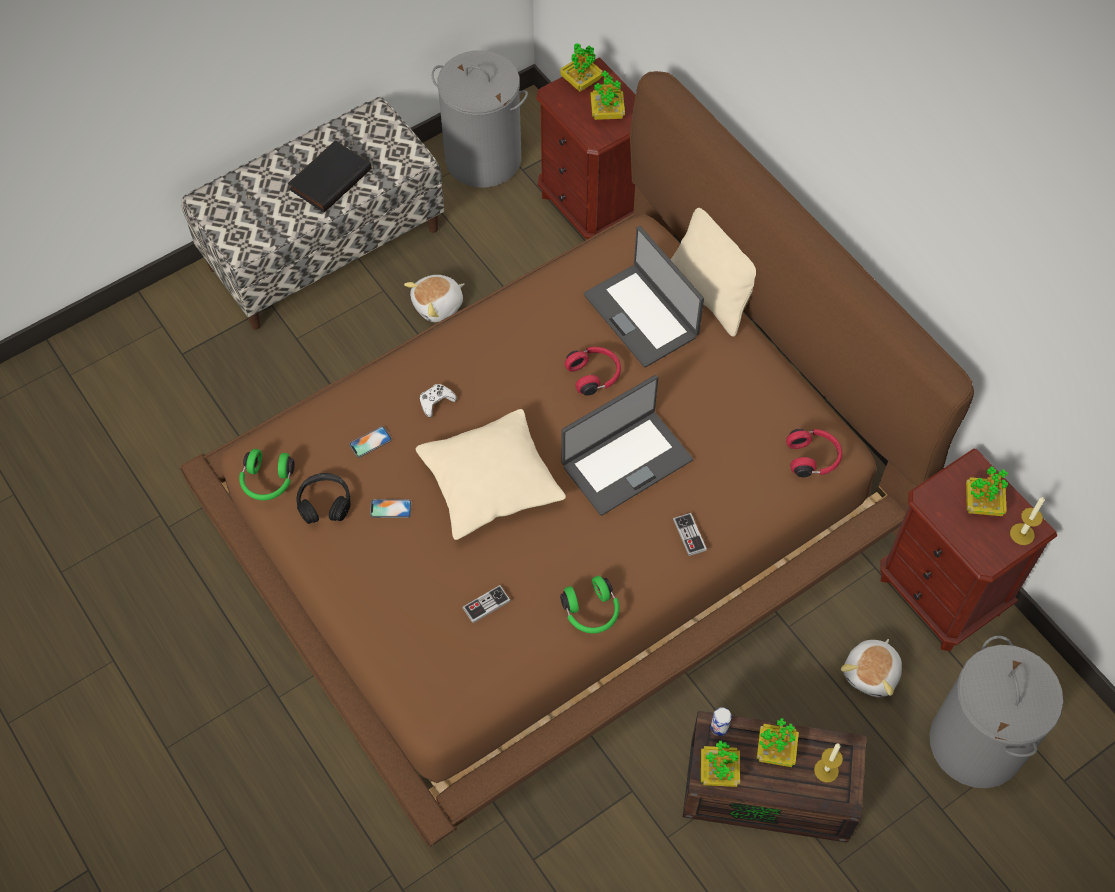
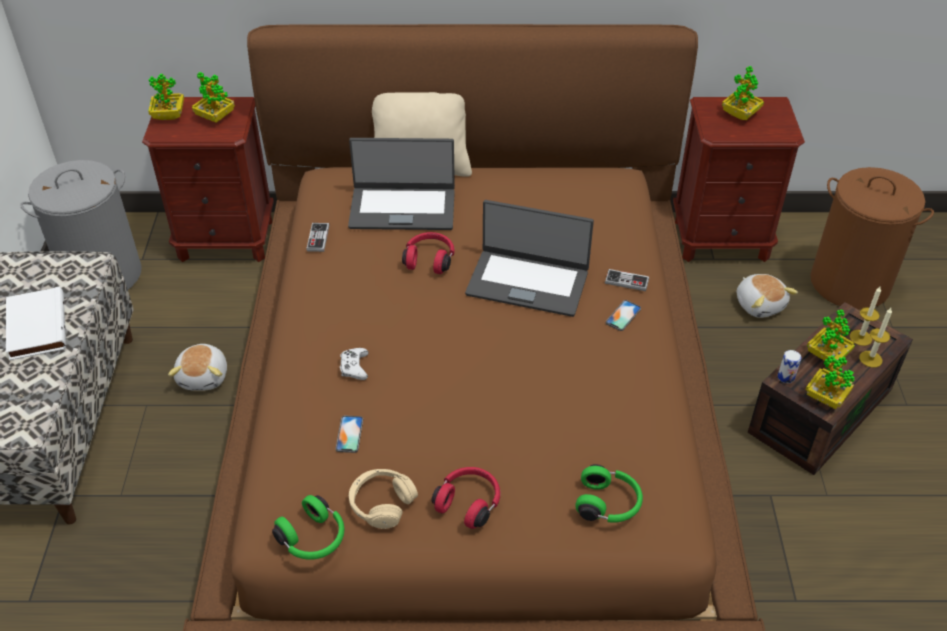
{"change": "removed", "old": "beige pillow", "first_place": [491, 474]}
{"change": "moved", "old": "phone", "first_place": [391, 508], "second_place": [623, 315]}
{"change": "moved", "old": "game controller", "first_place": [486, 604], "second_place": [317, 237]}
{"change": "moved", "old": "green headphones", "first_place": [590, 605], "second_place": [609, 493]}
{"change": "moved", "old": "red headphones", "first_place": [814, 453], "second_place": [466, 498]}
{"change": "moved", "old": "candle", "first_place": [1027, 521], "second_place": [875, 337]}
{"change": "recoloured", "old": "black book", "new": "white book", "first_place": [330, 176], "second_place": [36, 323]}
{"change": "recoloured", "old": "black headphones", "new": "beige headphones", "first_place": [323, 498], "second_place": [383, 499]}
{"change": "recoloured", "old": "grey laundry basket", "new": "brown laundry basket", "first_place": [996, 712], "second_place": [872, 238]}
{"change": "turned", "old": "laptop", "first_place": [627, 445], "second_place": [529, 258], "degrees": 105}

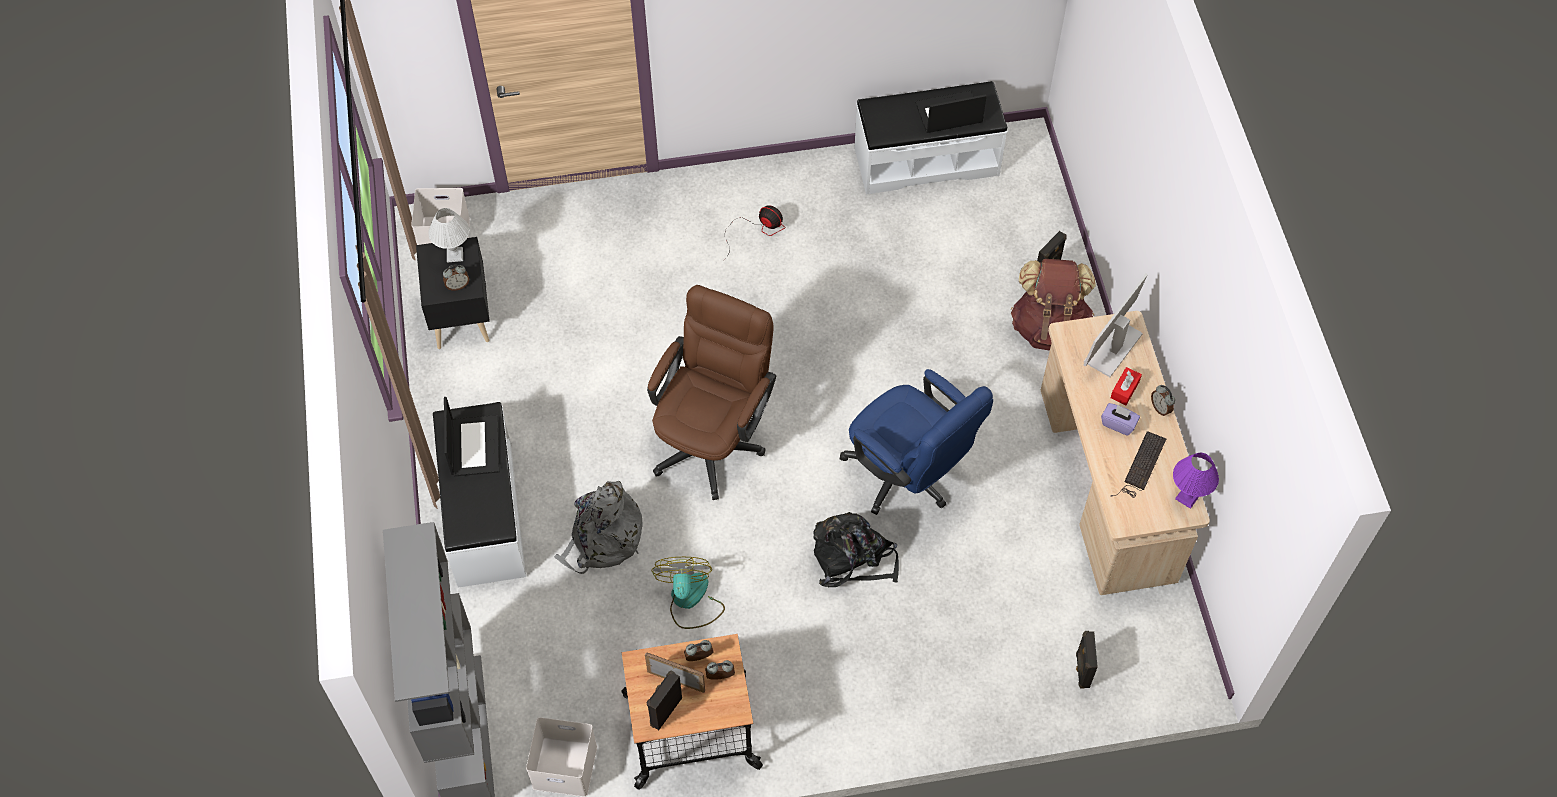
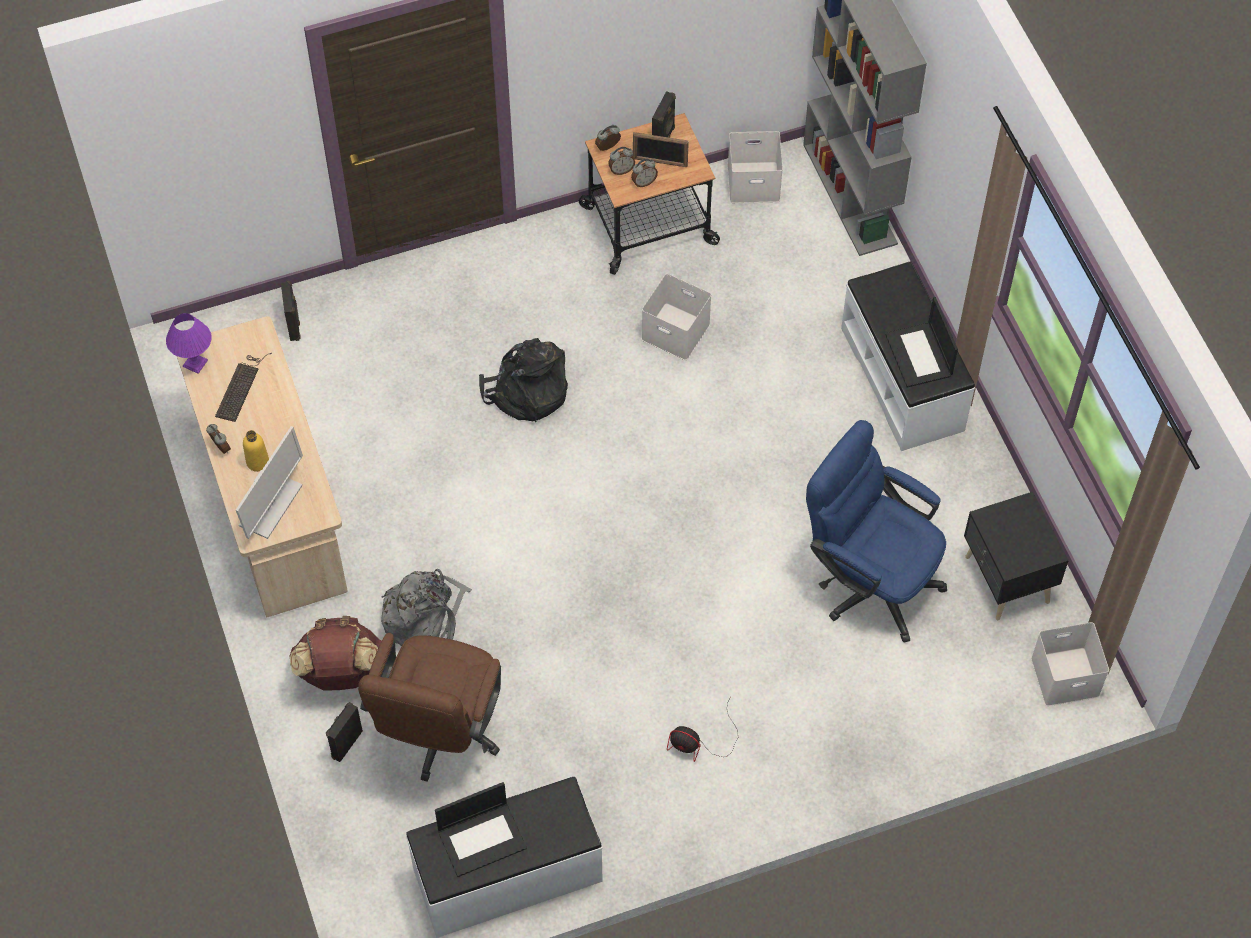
{"change": "removed", "old": "white table lamp", "first_place": [449, 235]}
{"change": "removed", "old": "purple tissue box", "first_place": [1120, 419]}
{"change": "moved", "old": "alarm clock", "first_place": [456, 278], "second_place": [608, 138]}
{"change": "moved", "old": "grey backpack", "first_place": [598, 527], "second_place": [426, 607]}
{"change": "moved", "old": "brown office chair", "first_place": [711, 392], "second_place": [429, 707]}
{"change": "moved", "old": "blue office chair", "first_place": [916, 442], "second_place": [876, 531]}
{"change": "replaced", "old": "fan", "new": "white storage box", "first_place": [688, 593], "second_place": [676, 317]}
{"change": "replaced", "old": "red tissue box", "new": "yellow bottle", "first_place": [1126, 386], "second_place": [256, 451]}

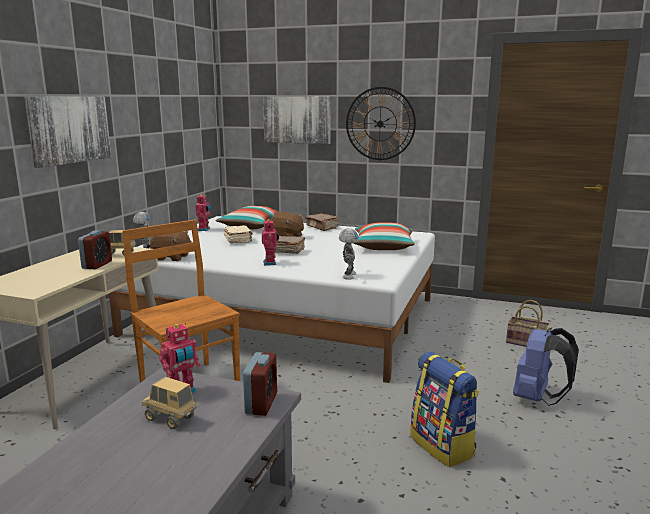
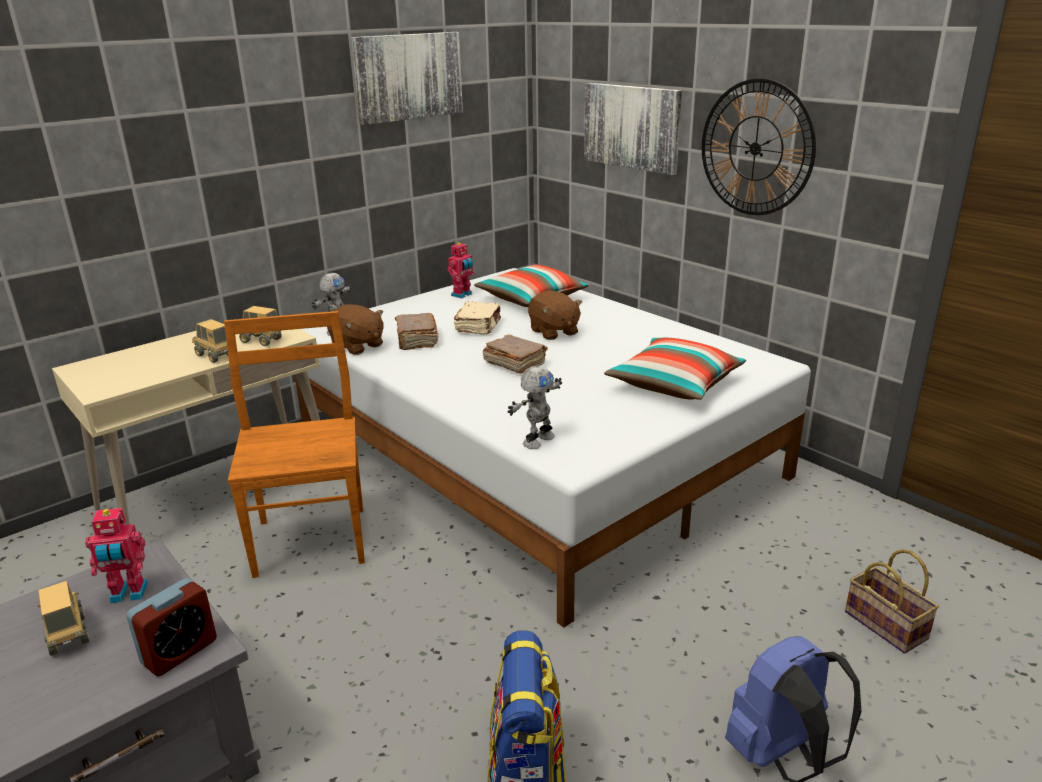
{"change": "removed", "old": "toy robot", "first_place": [270, 242]}
{"change": "moved", "old": "picture", "first_place": [67, 132], "second_place": [407, 78]}
{"change": "moved", "old": "brown book", "first_place": [322, 222], "second_place": [417, 331]}
{"change": "replaced", "old": "alarm clock", "new": "toy truck", "first_place": [95, 249], "second_place": [210, 341]}

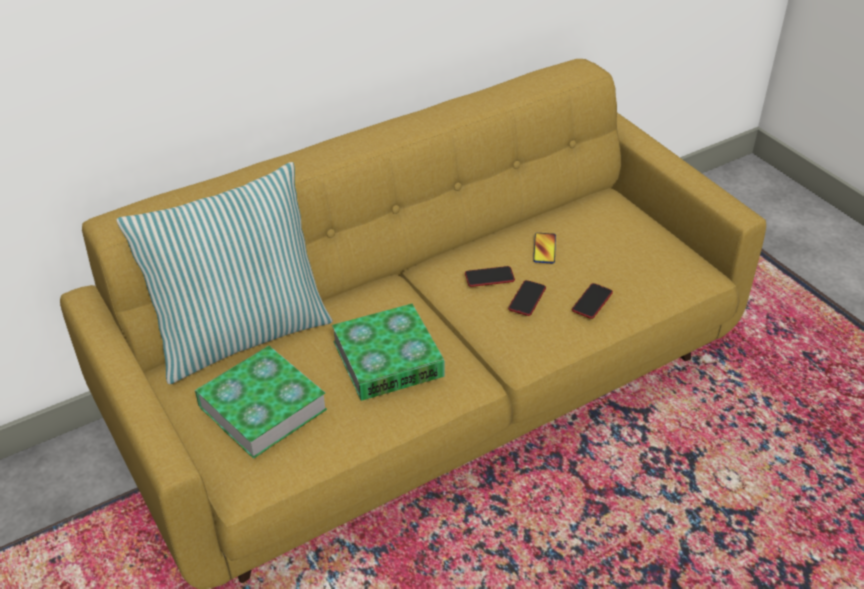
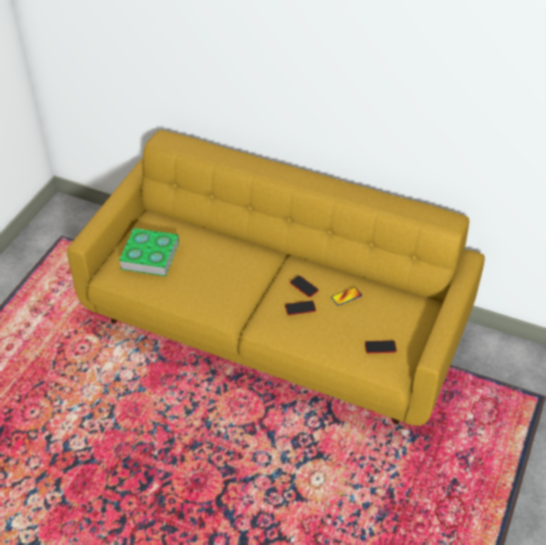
{"change": "removed", "old": "pillow", "first_place": [224, 273]}
{"change": "removed", "old": "book", "first_place": [388, 352]}
{"change": "moved", "old": "phone", "first_place": [592, 301], "second_place": [381, 346]}

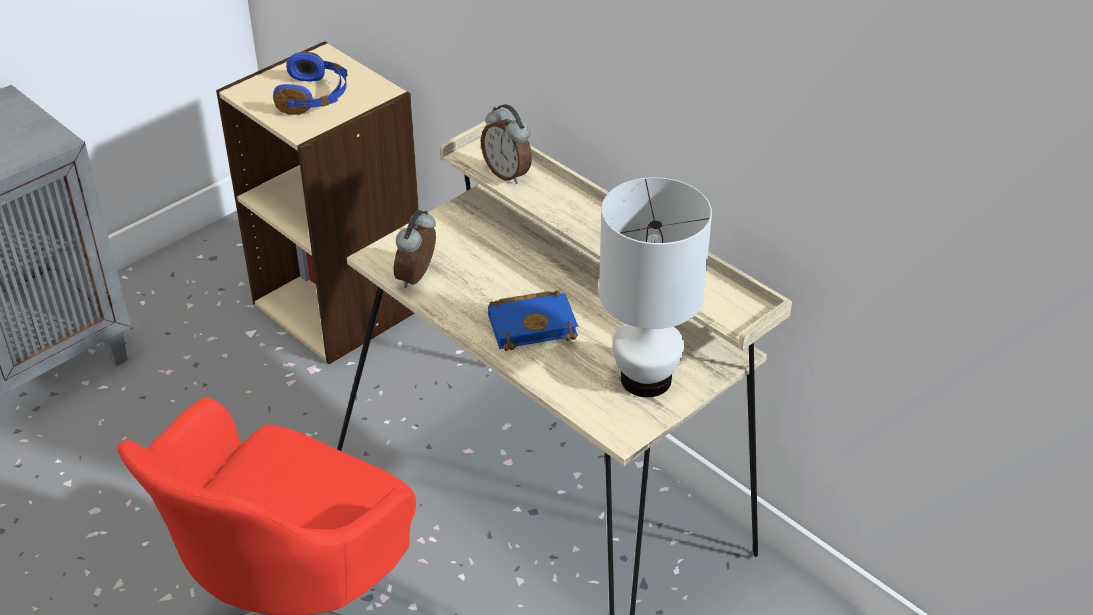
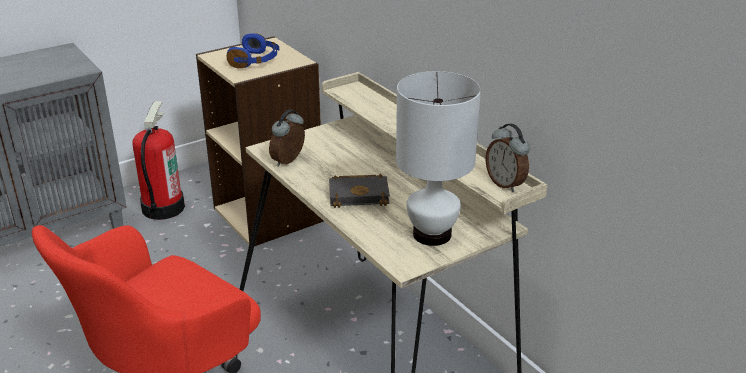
{"change": "added", "new": "fire extinguisher", "second_place": [158, 160]}
{"change": "moved", "old": "alarm clock", "first_place": [506, 144], "second_place": [507, 157]}
{"change": "recoloured", "old": "blue book", "new": "black book", "first_place": [533, 321], "second_place": [359, 191]}

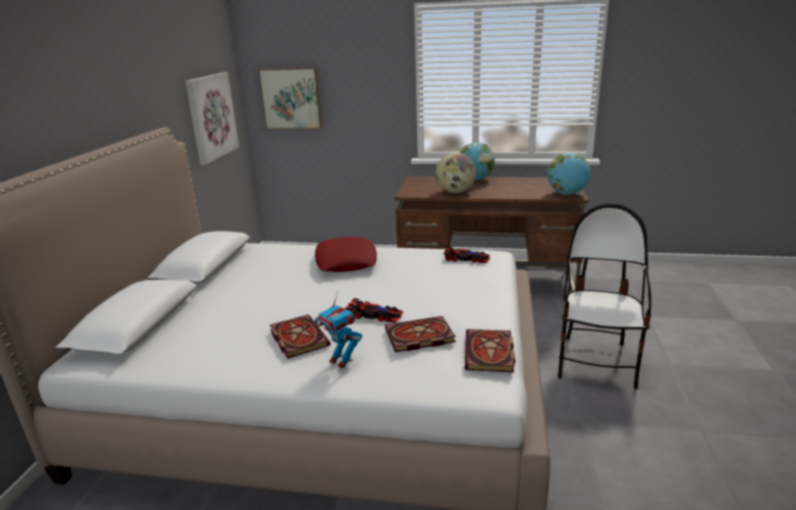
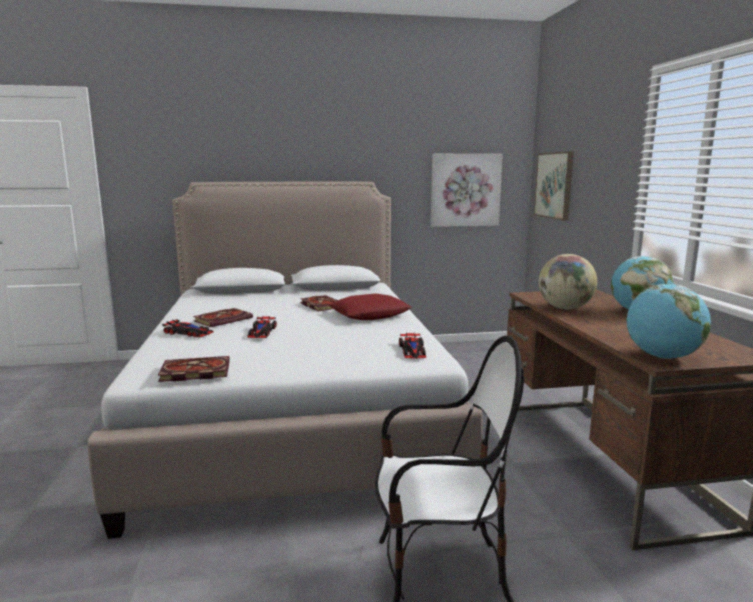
{"change": "moved", "old": "book", "first_place": [420, 334], "second_place": [319, 303]}
{"change": "replaced", "old": "toy robot", "new": "toy car", "first_place": [338, 330], "second_place": [188, 328]}

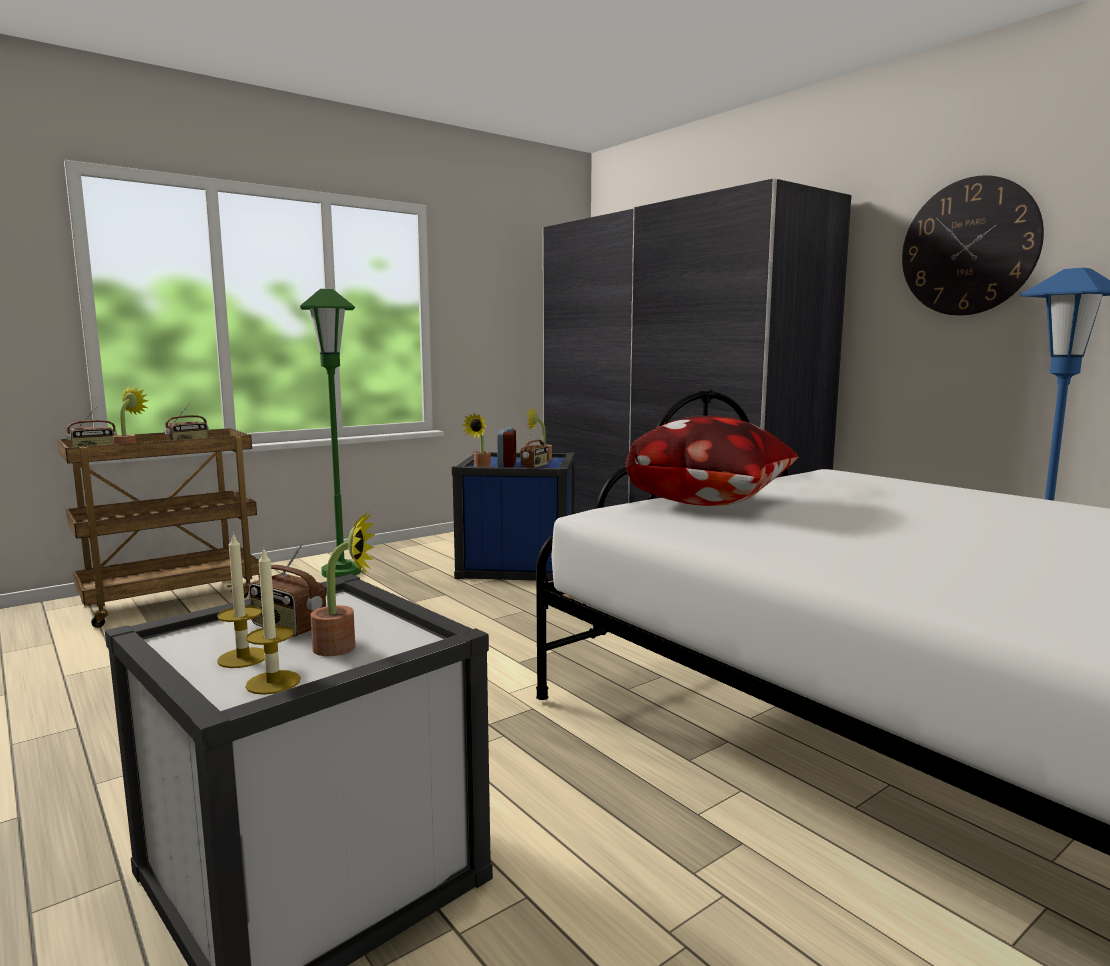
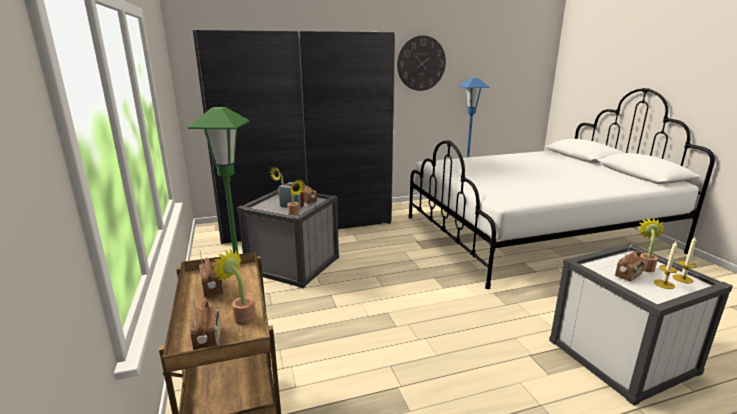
{"change": "removed", "old": "pillow", "first_place": [712, 461]}
{"change": "recoloured", "old": "blue storage box", "new": "grey storage box", "first_place": [513, 516], "second_place": [288, 238]}

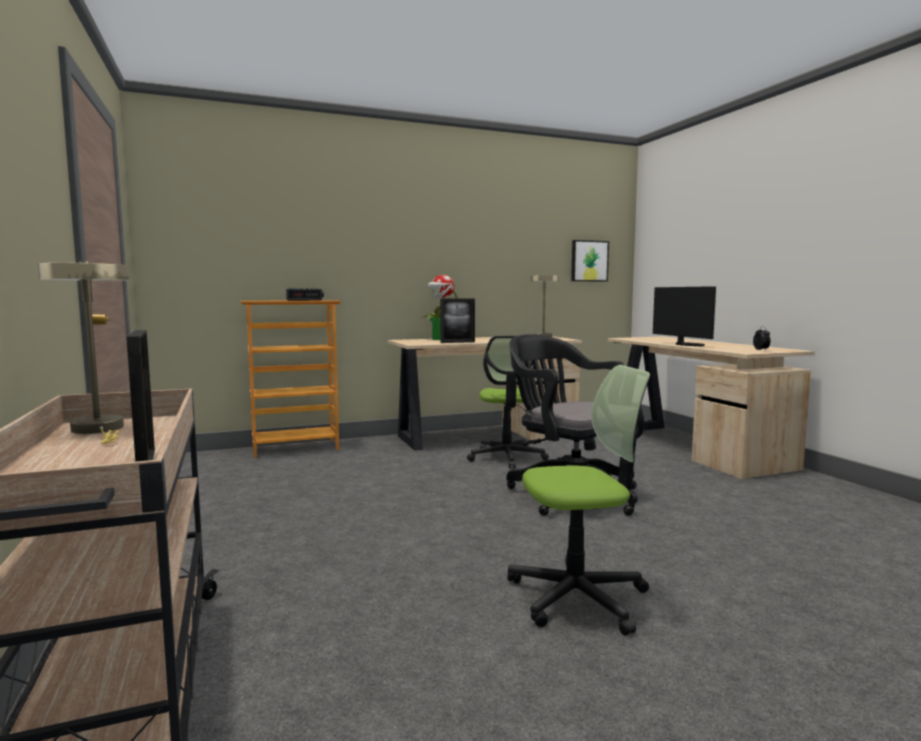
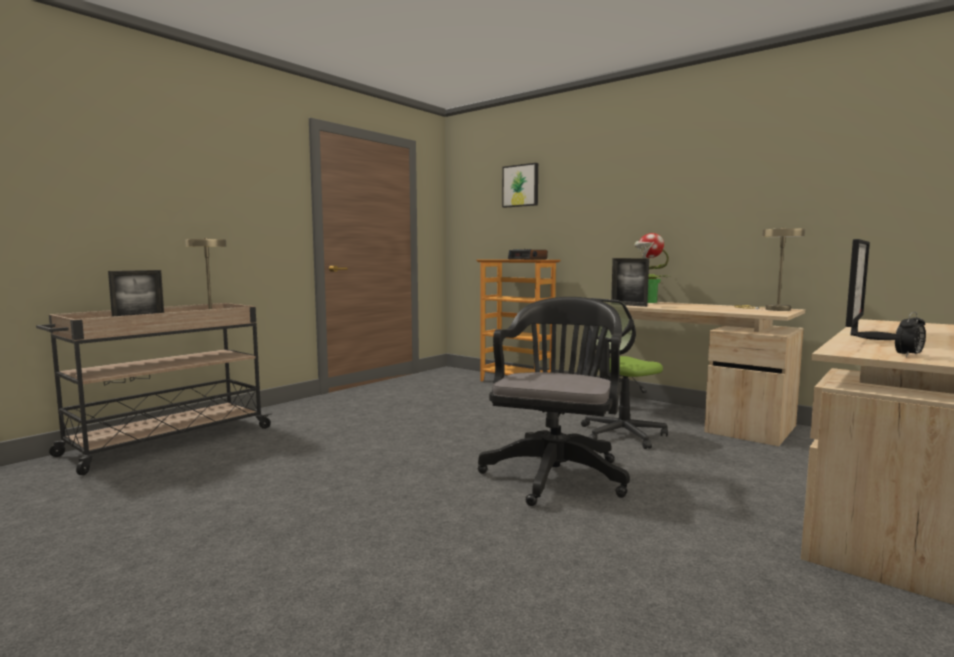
{"change": "removed", "old": "office chair", "first_place": [578, 500]}
{"change": "moved", "old": "picture", "first_place": [590, 261], "second_place": [520, 185]}

